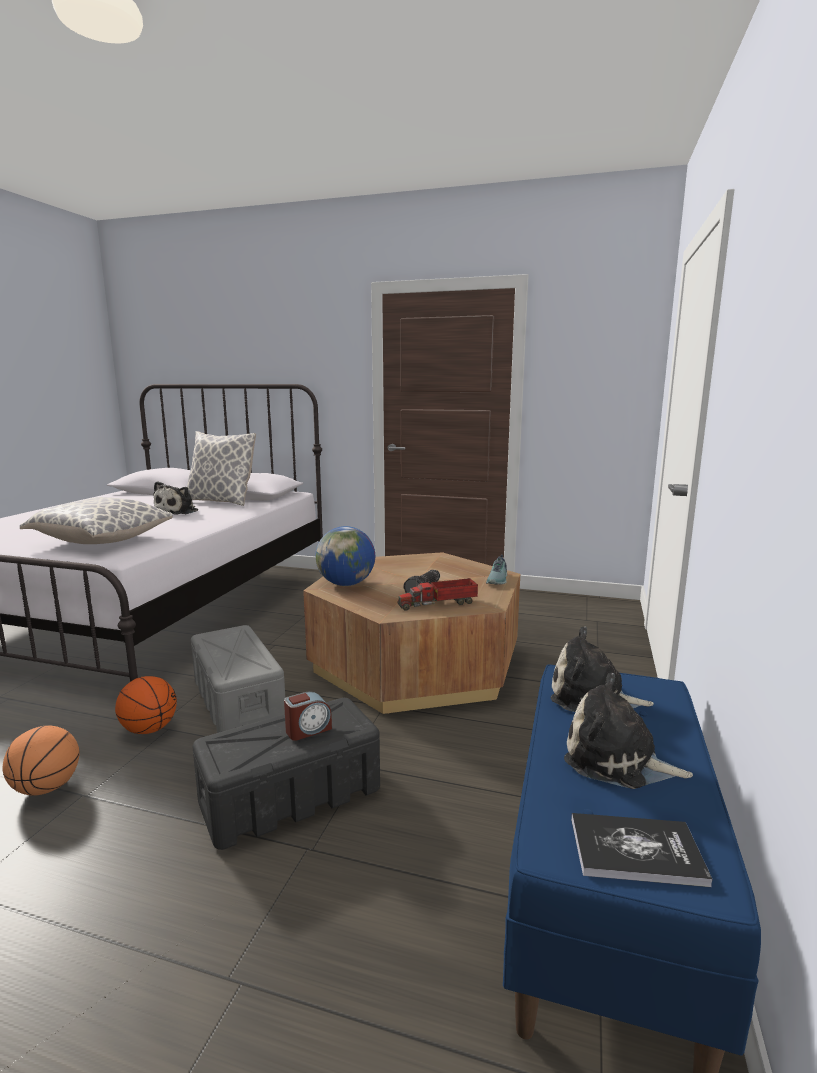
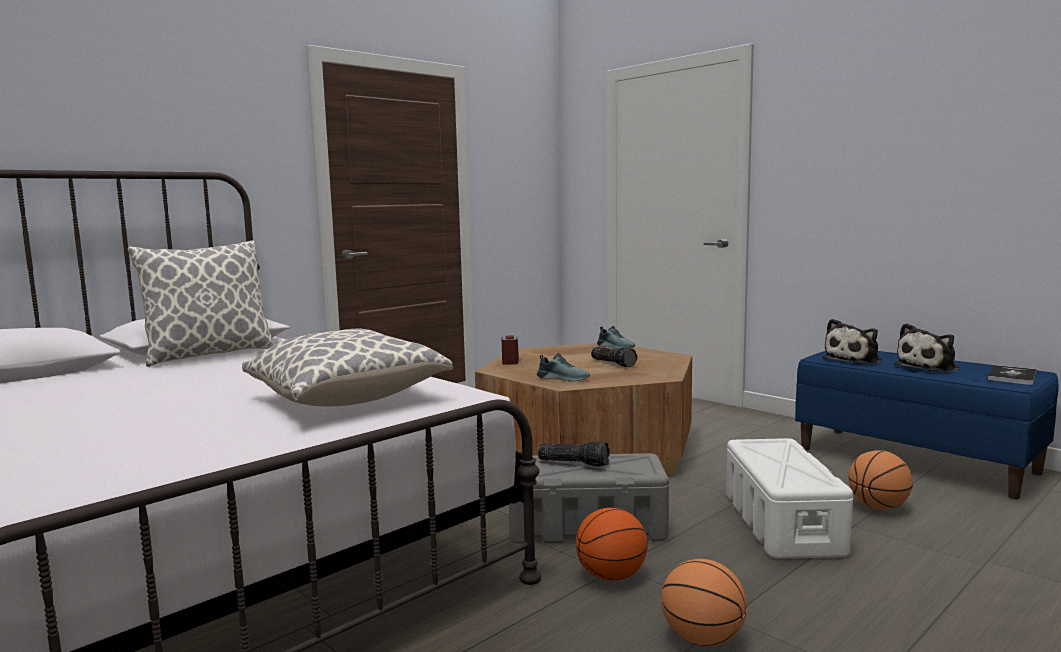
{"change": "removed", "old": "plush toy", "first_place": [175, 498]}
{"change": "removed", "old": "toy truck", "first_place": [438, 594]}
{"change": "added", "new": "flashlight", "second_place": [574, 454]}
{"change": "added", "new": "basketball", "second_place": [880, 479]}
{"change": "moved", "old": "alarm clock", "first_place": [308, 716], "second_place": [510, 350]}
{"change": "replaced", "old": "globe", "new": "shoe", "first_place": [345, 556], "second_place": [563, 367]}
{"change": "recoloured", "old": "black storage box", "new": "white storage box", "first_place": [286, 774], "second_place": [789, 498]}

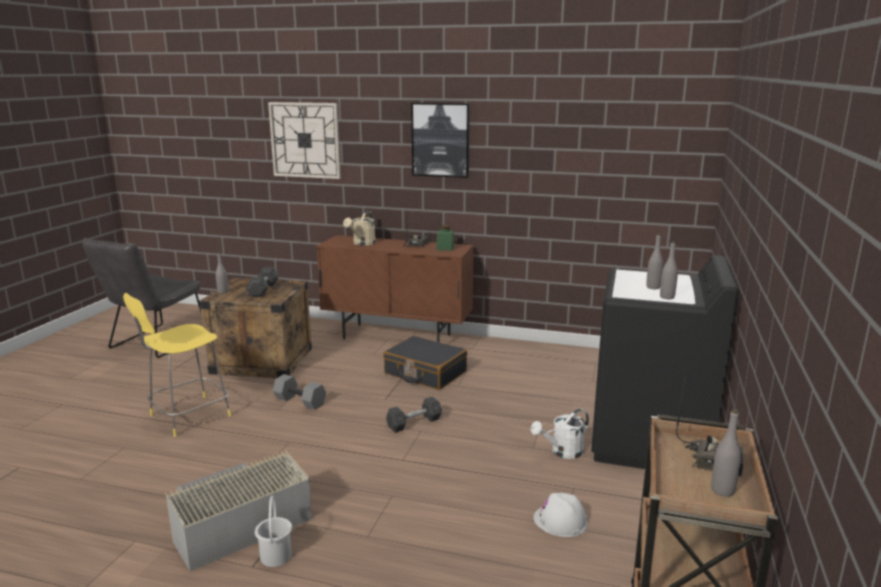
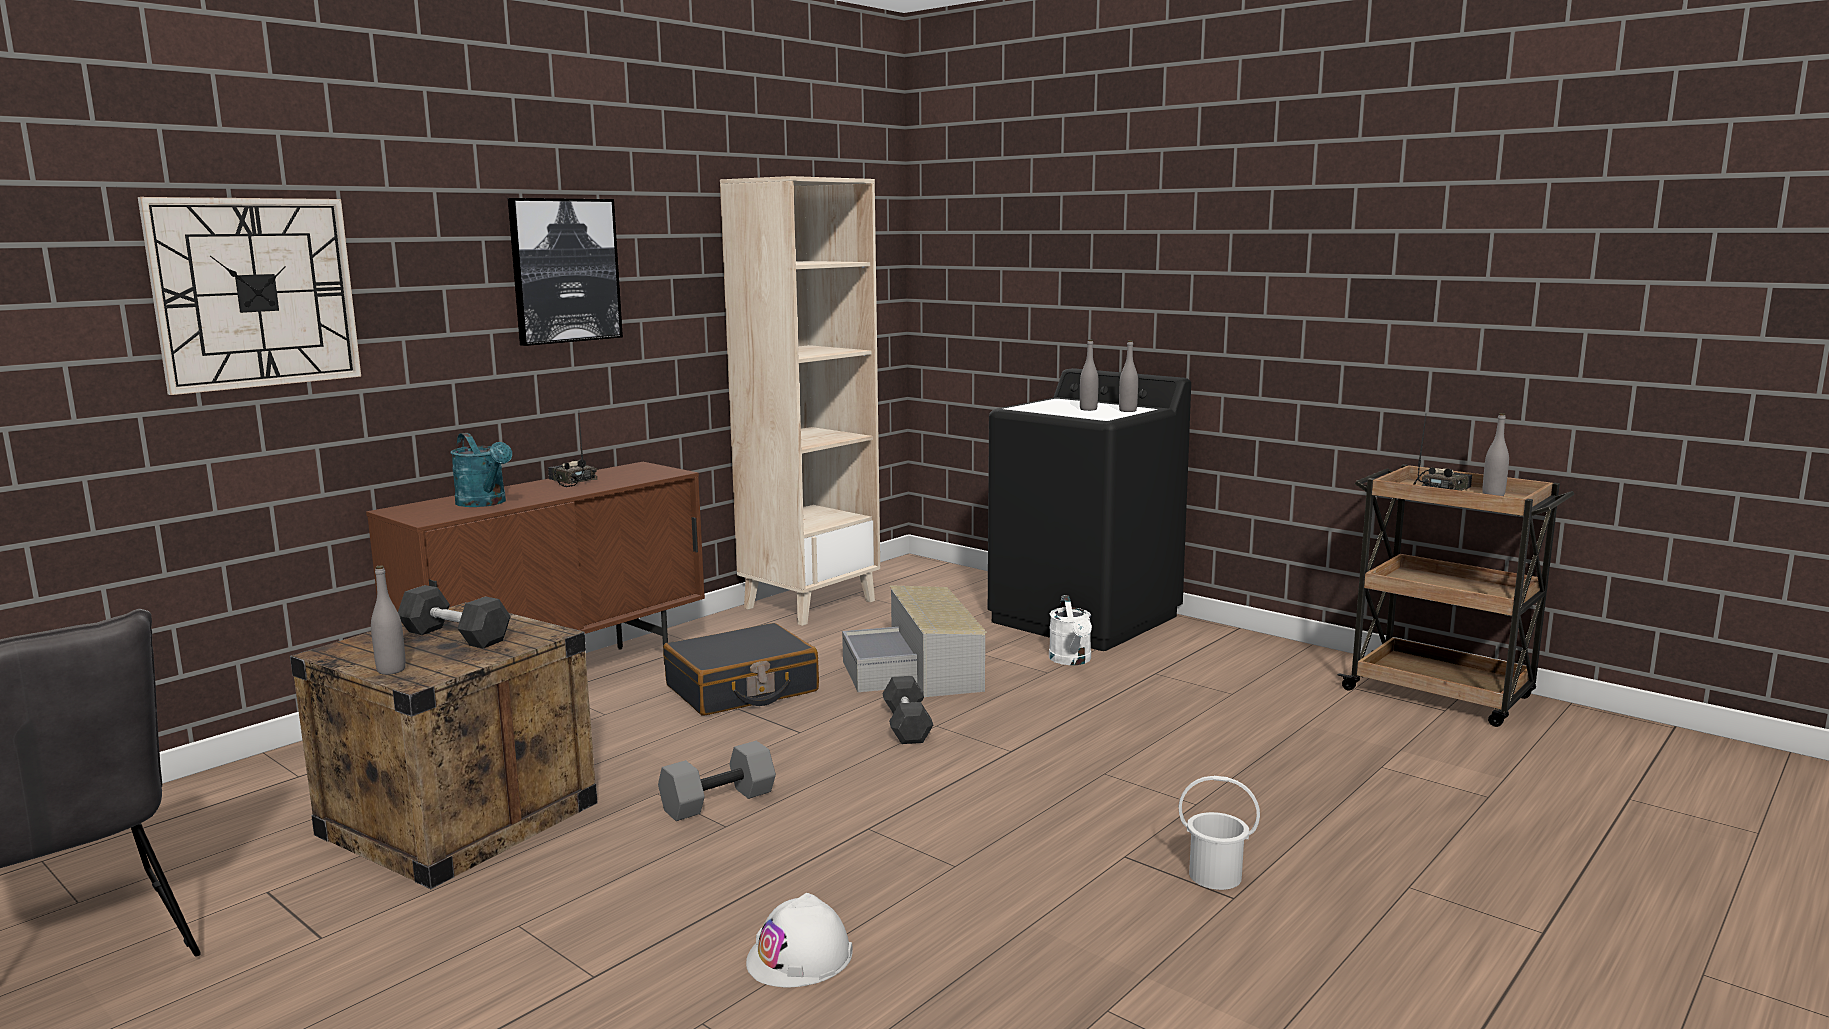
{"change": "removed", "old": "yellow stool", "first_place": [177, 365]}
{"change": "removed", "old": "green jar", "first_place": [445, 238]}
{"change": "added", "new": "beige bookcase", "second_place": [800, 401]}
{"change": "moved", "old": "grey storage box", "first_place": [239, 510], "second_place": [914, 641]}
{"change": "moved", "old": "white hard hat", "first_place": [560, 515], "second_place": [799, 940]}
{"change": "recoloured", "old": "beige watering can", "new": "turquoise watering can", "first_place": [359, 228], "second_place": [481, 470]}

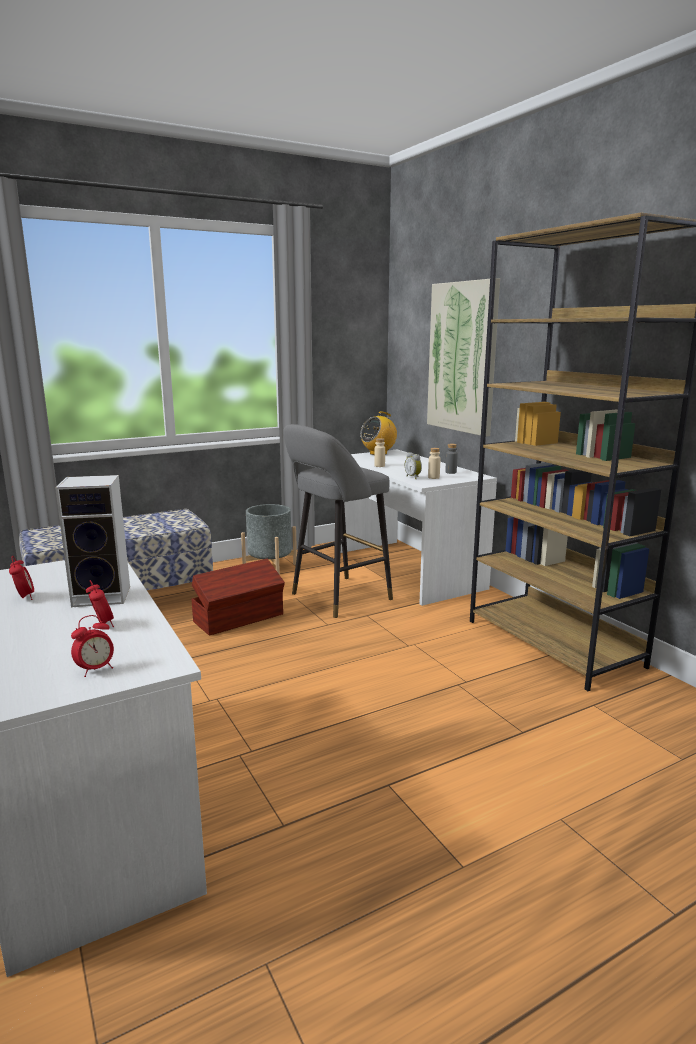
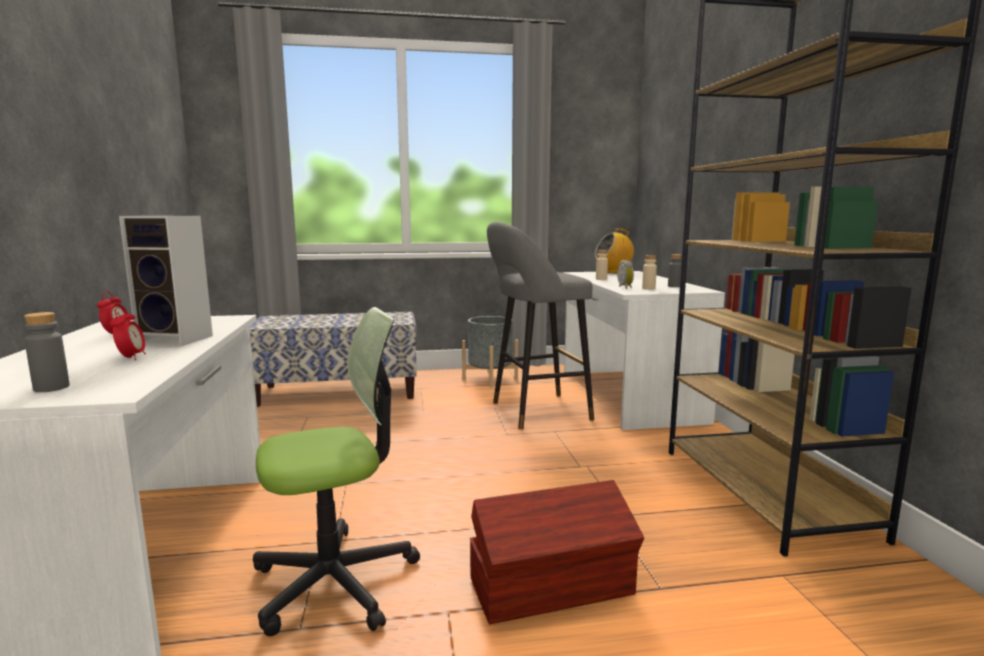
{"change": "removed", "old": "picture", "first_place": [463, 357]}
{"change": "added", "new": "office chair", "second_place": [336, 471]}
{"change": "moved", "old": "brown storage box", "first_place": [238, 597], "second_place": [557, 552]}
{"change": "replaced", "old": "alarm clock", "new": "grey bottle", "first_place": [92, 646], "second_place": [46, 352]}

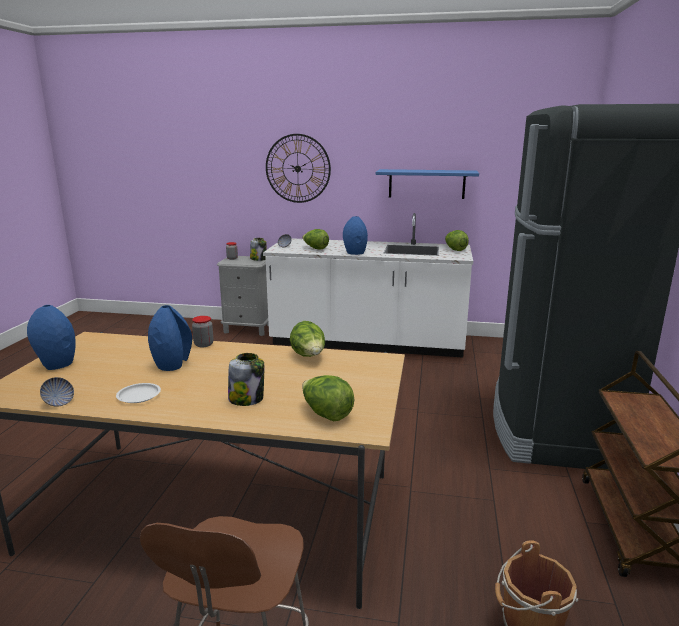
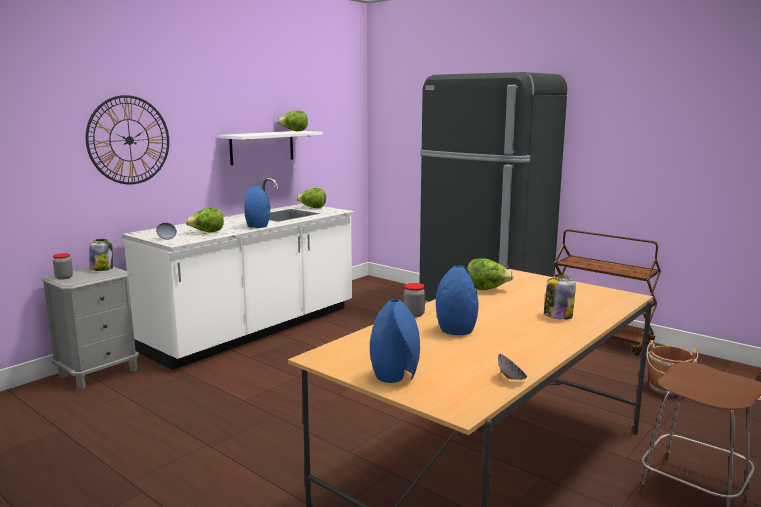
{"change": "removed", "old": "white plate", "first_place": [138, 393]}
{"change": "moved", "old": "lettuce", "first_place": [328, 398], "second_place": [292, 120]}
{"change": "recoloured", "old": "blue shelf", "new": "white shelf", "first_place": [427, 184], "second_place": [271, 148]}

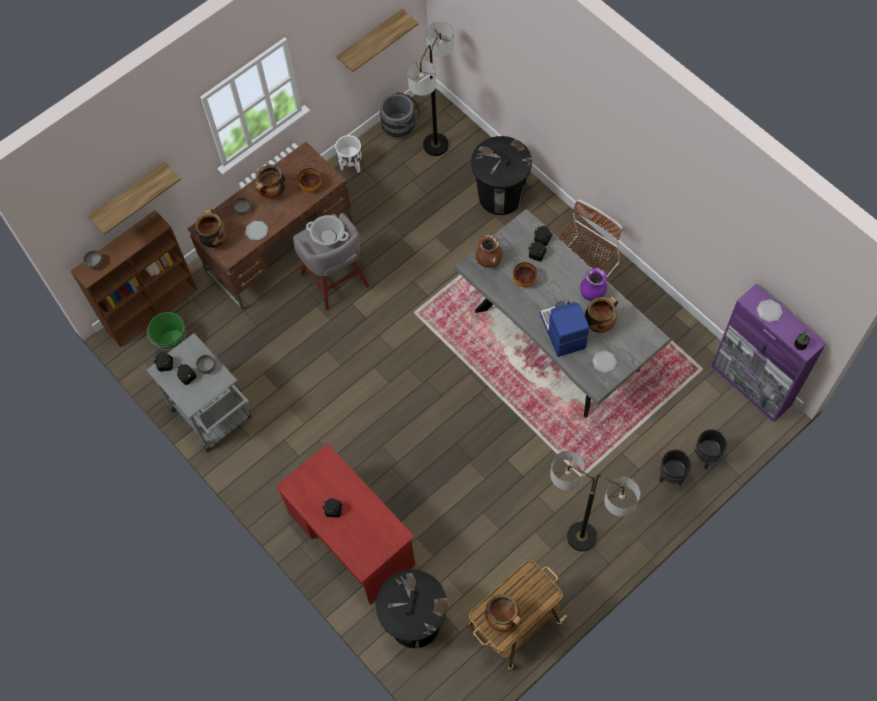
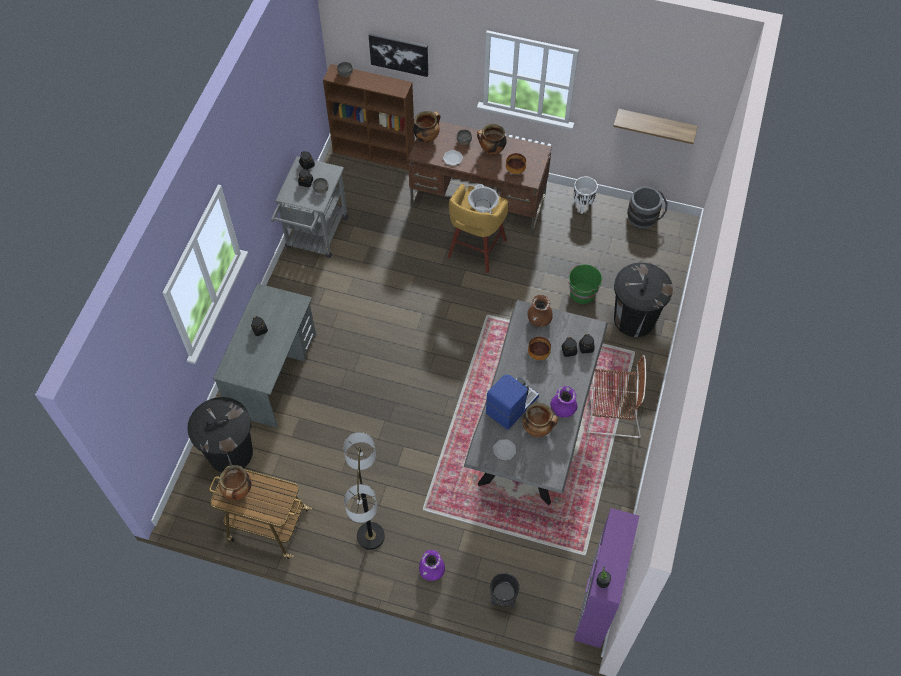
{"change": "removed", "old": "floor lamp", "first_place": [430, 89]}
{"change": "removed", "old": "black planter", "first_place": [675, 468]}
{"change": "removed", "old": "plate", "first_place": [770, 310]}
{"change": "added", "new": "purple vase", "second_place": [432, 565]}
{"change": "moved", "old": "green bucket", "first_place": [167, 332], "second_place": [584, 284]}
{"change": "replaced", "old": "shelf", "new": "picture", "first_place": [134, 198], "second_place": [398, 55]}
{"change": "recoloured", "old": "red desk", "new": "grey desk", "first_place": [345, 523], "second_place": [264, 355]}
{"change": "recoloured", "old": "grey stool", "new": "yellow stool", "first_place": [331, 262], "second_place": [478, 228]}

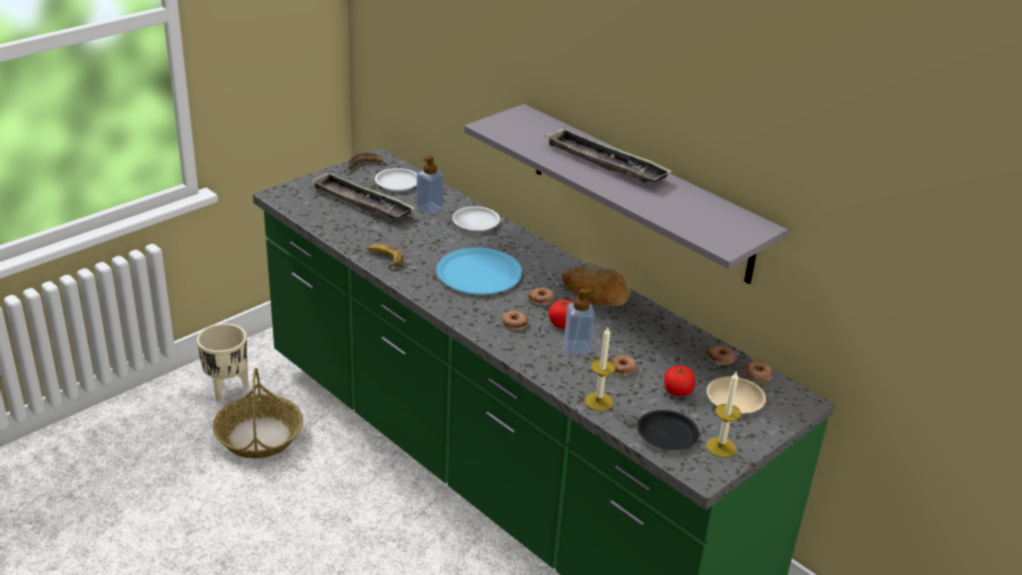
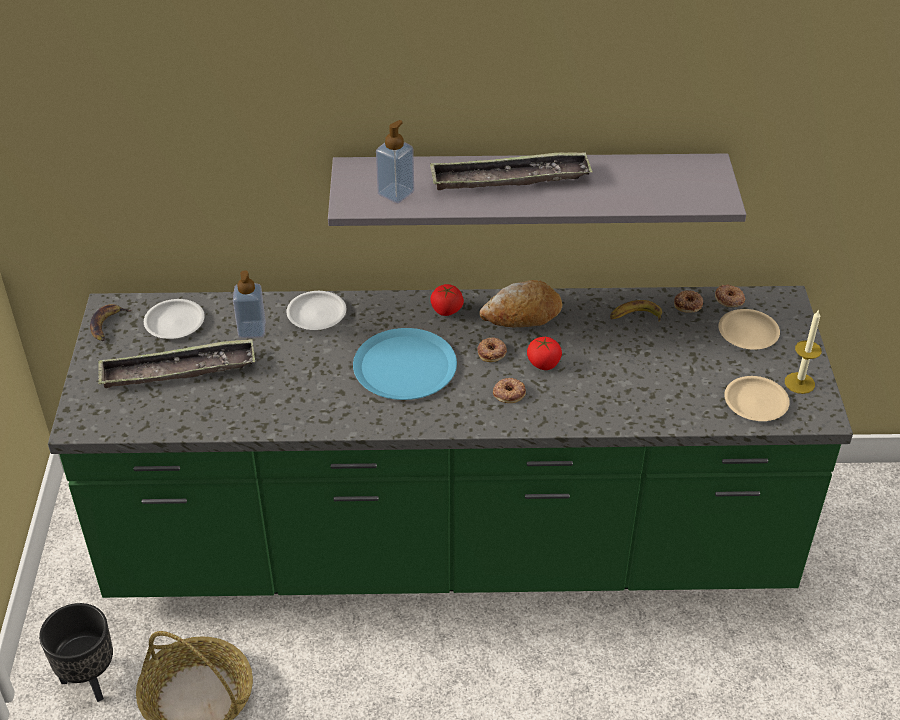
{"change": "removed", "old": "candle", "first_place": [600, 369]}
{"change": "removed", "old": "donut", "first_place": [623, 365]}
{"change": "moved", "old": "banana", "first_place": [385, 255], "second_place": [636, 311]}
{"change": "moved", "old": "soap dispenser", "first_place": [579, 321], "second_place": [395, 161]}
{"change": "moved", "old": "tomato", "first_place": [679, 381], "second_place": [447, 300]}
{"change": "recoloured", "old": "beige planter", "new": "black planter", "first_place": [222, 362], "second_place": [76, 652]}
{"change": "recoloured", "old": "black plate", "new": "beige plate", "first_place": [668, 430], "second_place": [757, 398]}

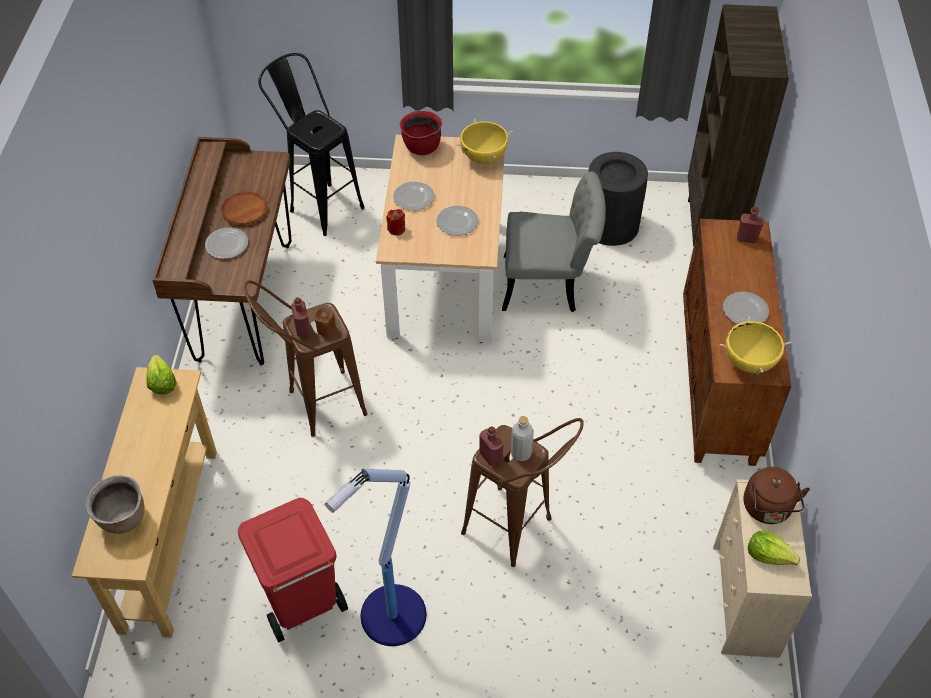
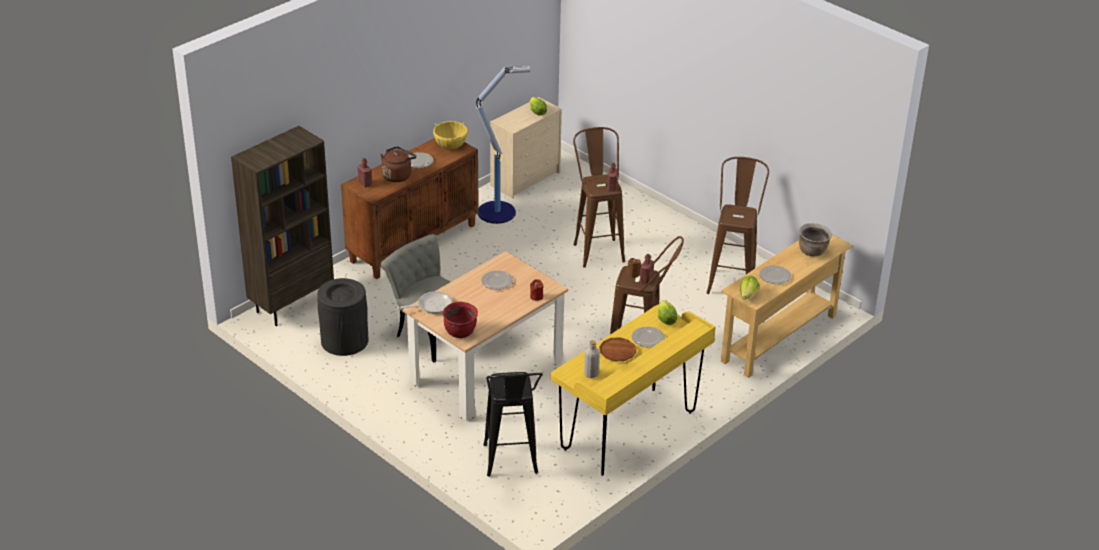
{"change": "added", "new": "lettuce", "second_place": [667, 312]}
{"change": "moved", "old": "floor lamp", "first_place": [375, 557], "second_place": [503, 145]}
{"change": "moved", "old": "plate", "first_place": [413, 196], "second_place": [775, 274]}
{"change": "moved", "old": "grey bottle", "first_place": [522, 439], "second_place": [592, 359]}
{"change": "moved", "old": "brown kettle", "first_place": [777, 495], "second_place": [398, 164]}
{"change": "replaced", "old": "red trash can", "new": "brown stool", "first_place": [293, 570], "second_place": [738, 225]}
{"change": "replaced", "old": "yellow cooking pot", "new": "frying pan", "first_place": [484, 141], "second_place": [424, 302]}
{"change": "recoloured", "old": "brown desk", "new": "yellow desk", "first_place": [221, 251], "second_place": [633, 390]}

